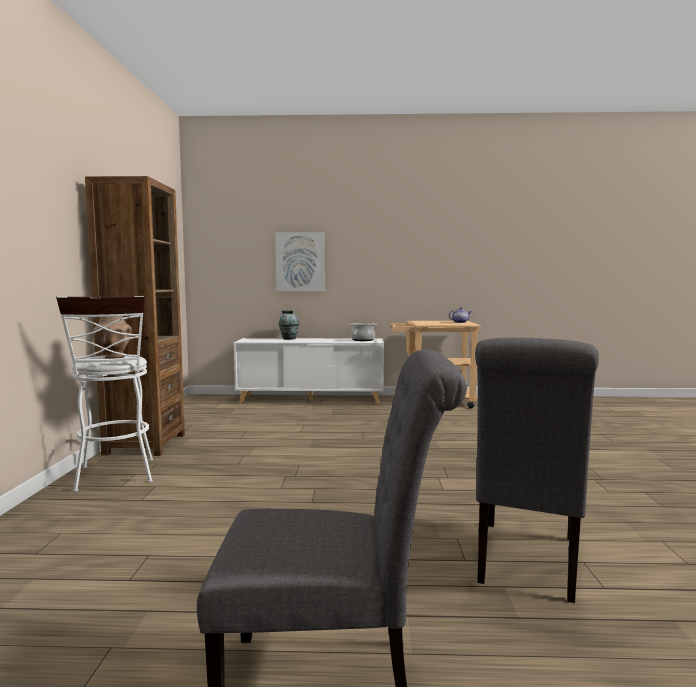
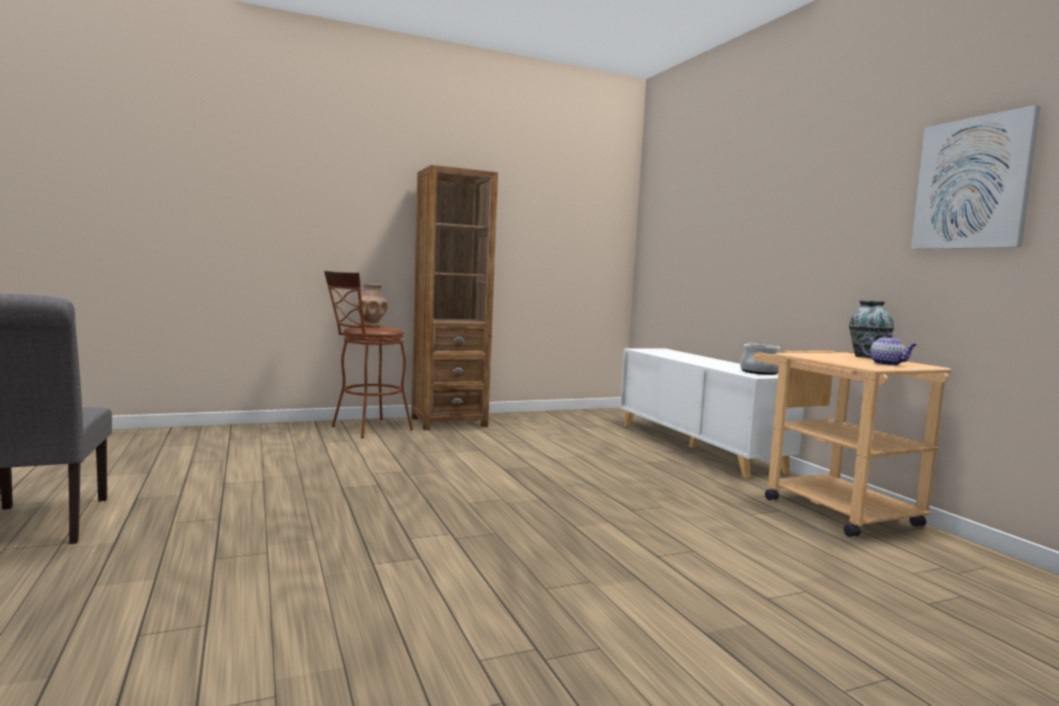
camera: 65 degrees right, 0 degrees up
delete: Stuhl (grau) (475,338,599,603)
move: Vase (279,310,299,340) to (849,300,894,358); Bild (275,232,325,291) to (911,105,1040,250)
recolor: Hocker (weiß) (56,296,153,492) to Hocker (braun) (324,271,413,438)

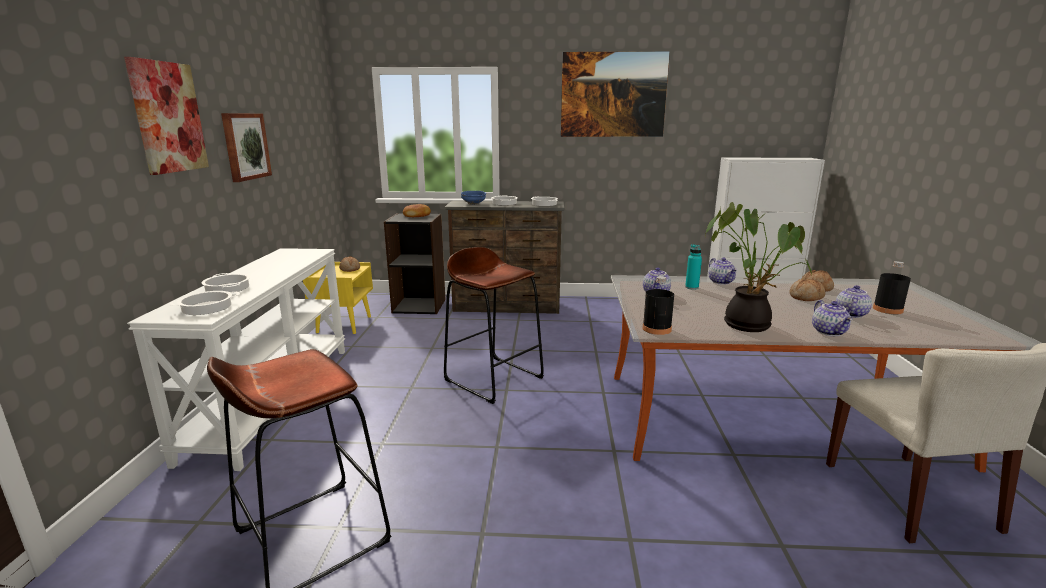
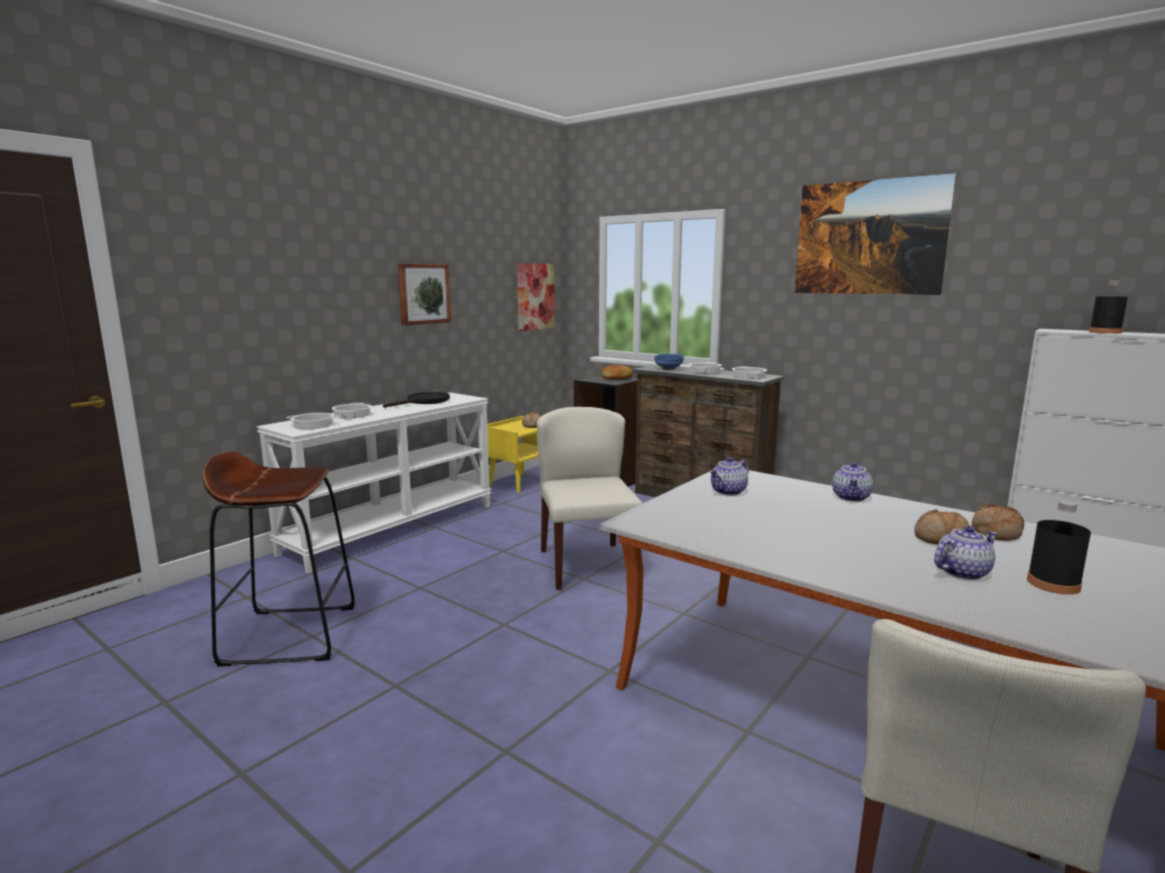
camera: 35 degrees right, 5 degrees down
delete: Flasche (türkis) (685,244,702,290); Topfpflanze (705,202,812,332); Teekanne (812,300,853,336)
insert: Pfanne (schwarz) (383,392,450,408)
move: Bild (124,57,209,175) to (517,263,555,331); Flasche (schwarz) (643,276,674,335) to (1089,281,1128,334)
replace: Hocker (braun) (444,247,544,404) to Stuhl (beige) (537,407,643,590)

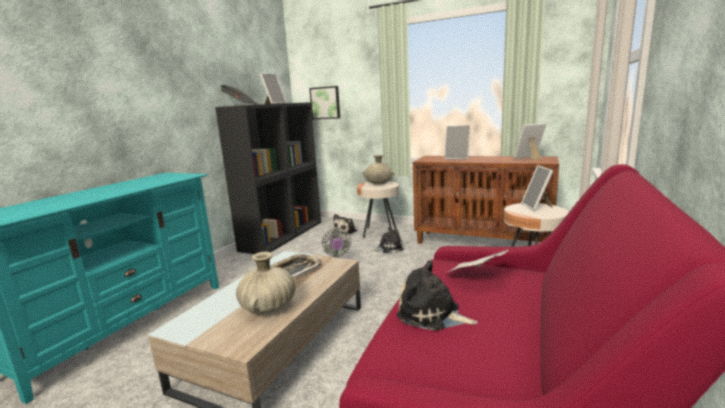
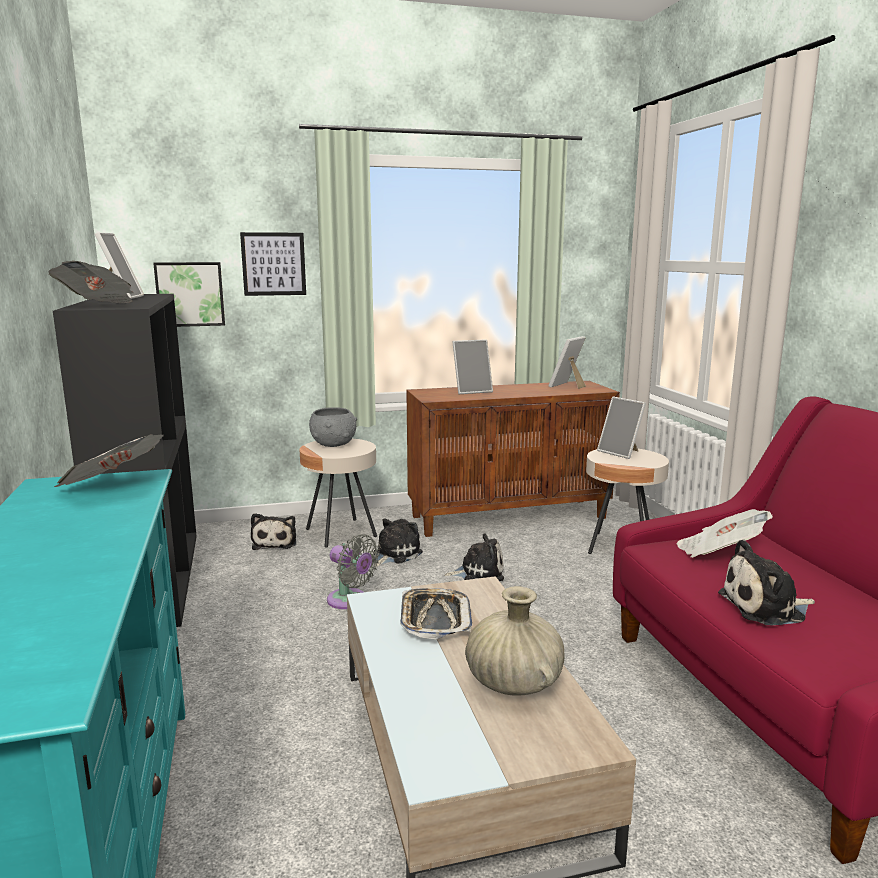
camera: 40 degrees left, 0 degrees up
insert: Zeitung (54,434,164,487); Bild (240,232,306,296); Plüschtier (444,533,504,581)
replace: Vase (beige) (362,155,395,185) to Schüssel (grau) (309,407,357,447)

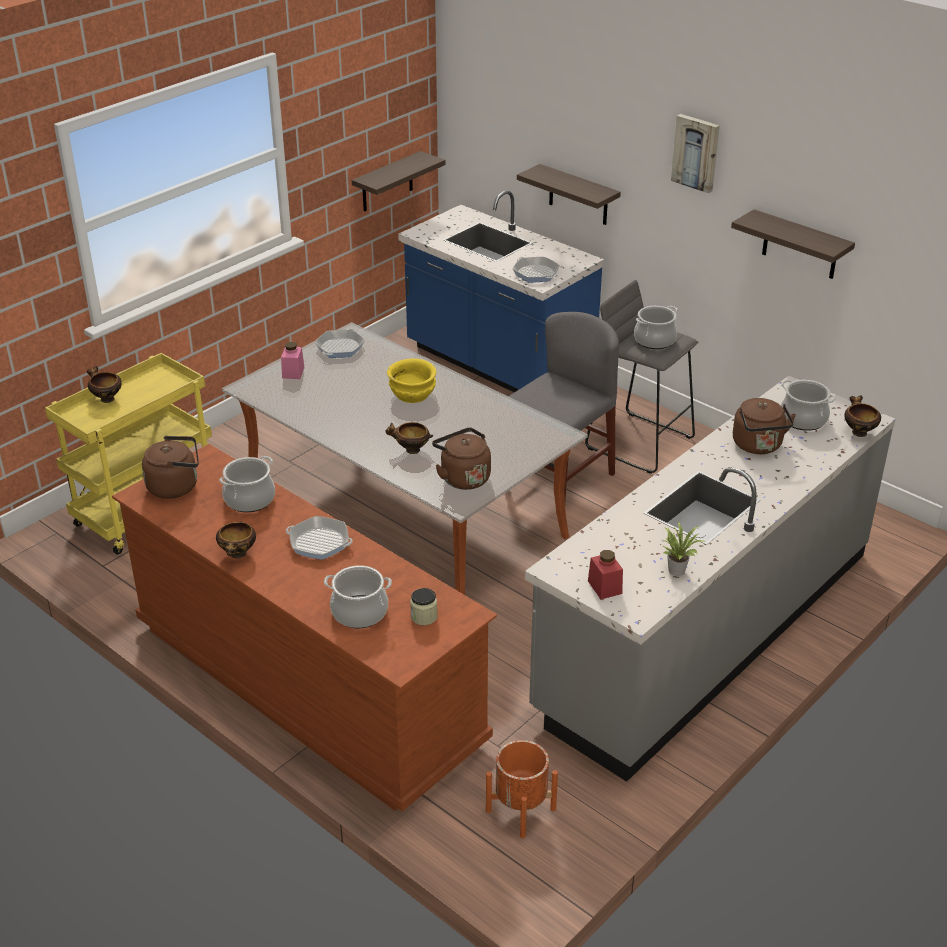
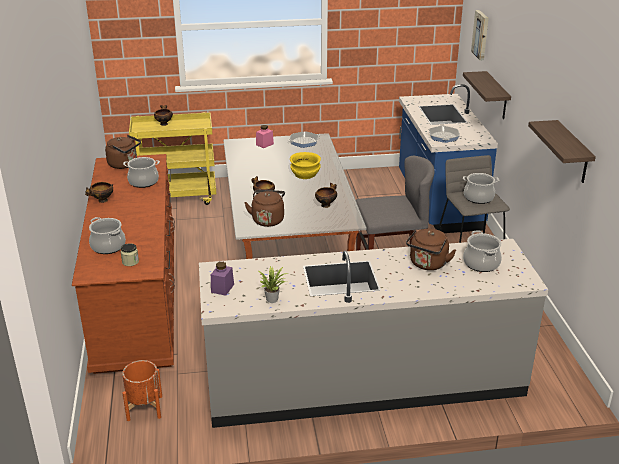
camera: 40 degrees right, 5 degrees down
delete: Pfanne (286,516,353,560); Wandregal (352,151,446,212)
move: Schüssel (844,395,881,437) to (315,183,337,208); Bild (671,114,720,193) to (471,10,489,60)
recolor: Vorratsglas (rot) (588,550,623,599) to Vorratsglas (lila) (211,262,234,296)

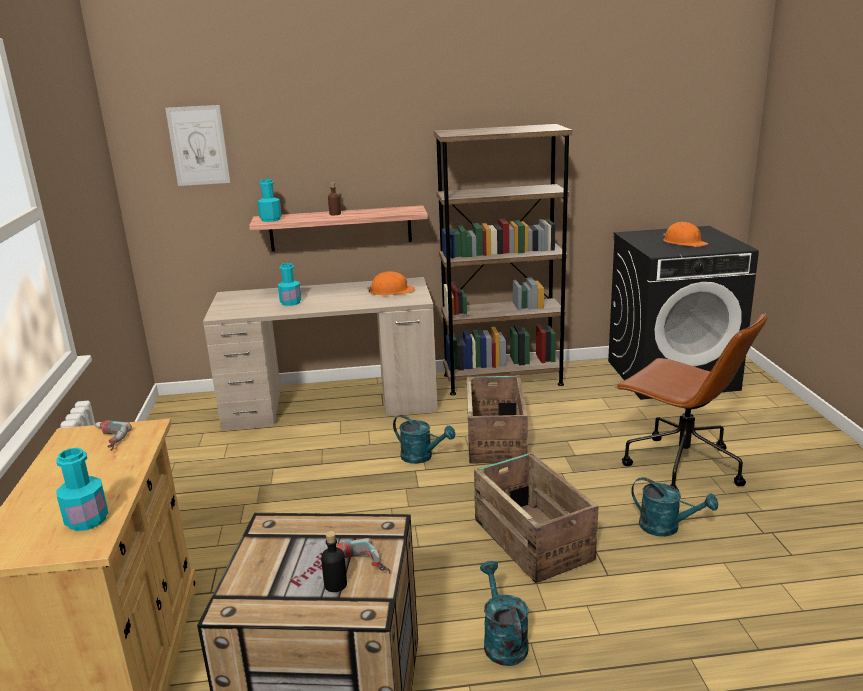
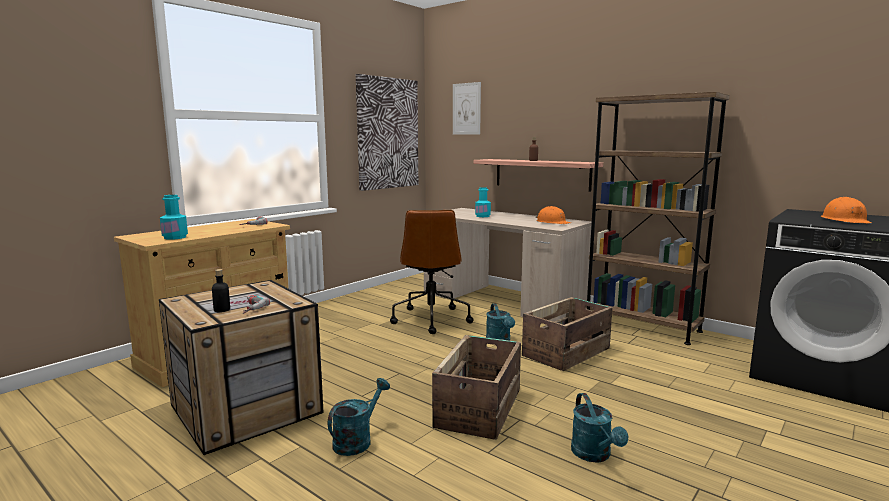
camera: 45 degrees right, 10 degrees down
delete: Flasche (türkis) (257,179,282,222)
insert: Bild (356,74,418,191)
move: Bürostuhl (braun) (615,313,767,491) to (390,210,474,334)

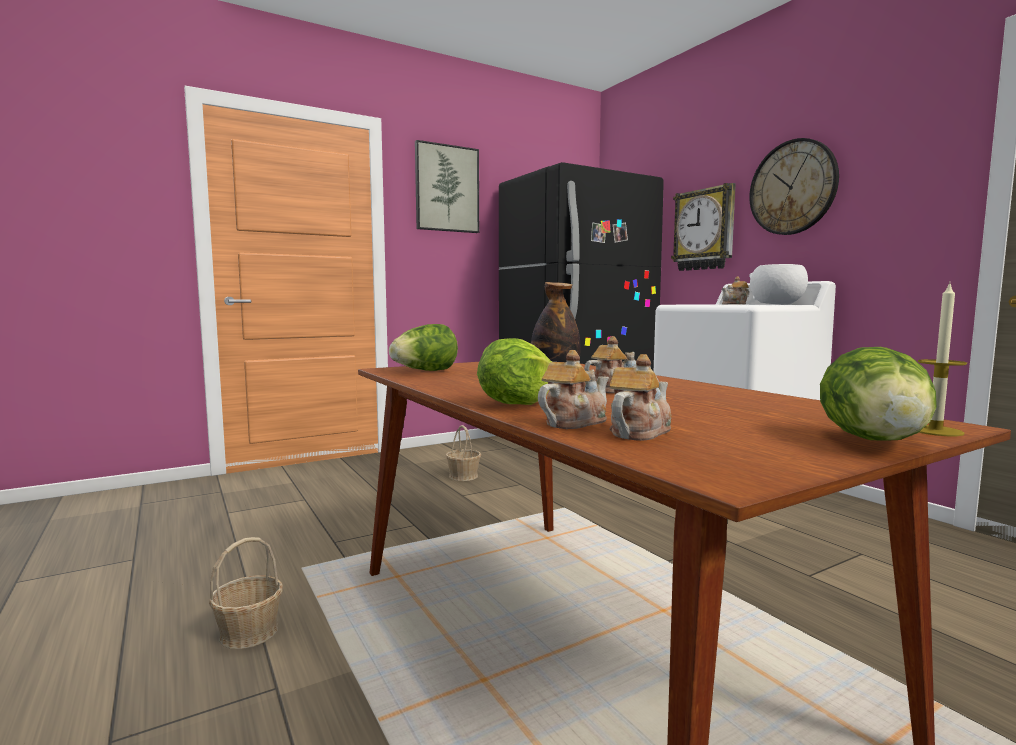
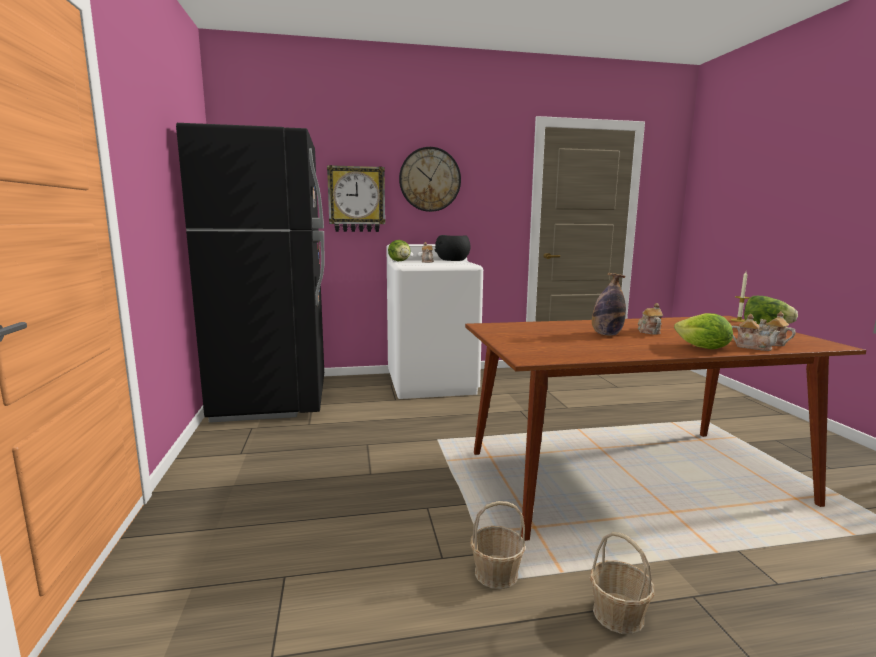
camera: 70 degrees left, 5 degrees up
delete: Bild (415,140,479,233)
move: Salatkopf (389,324,458,371) to (388,240,411,261); Korb (445,425,481,481) to (470,501,525,589)
recolor: Schüssel (weiß) (749,264,808,305) to Schüssel (schwarz) (435,235,471,261)
rotate: Teekanne (538,350,609,429) = (732,314,781,351) 150 degrees clockwise

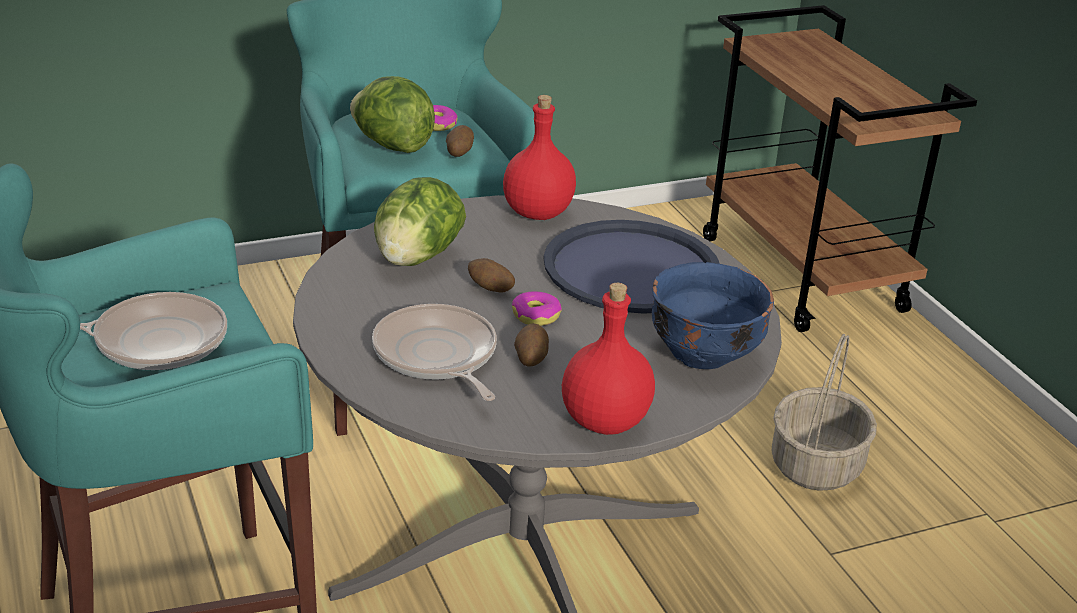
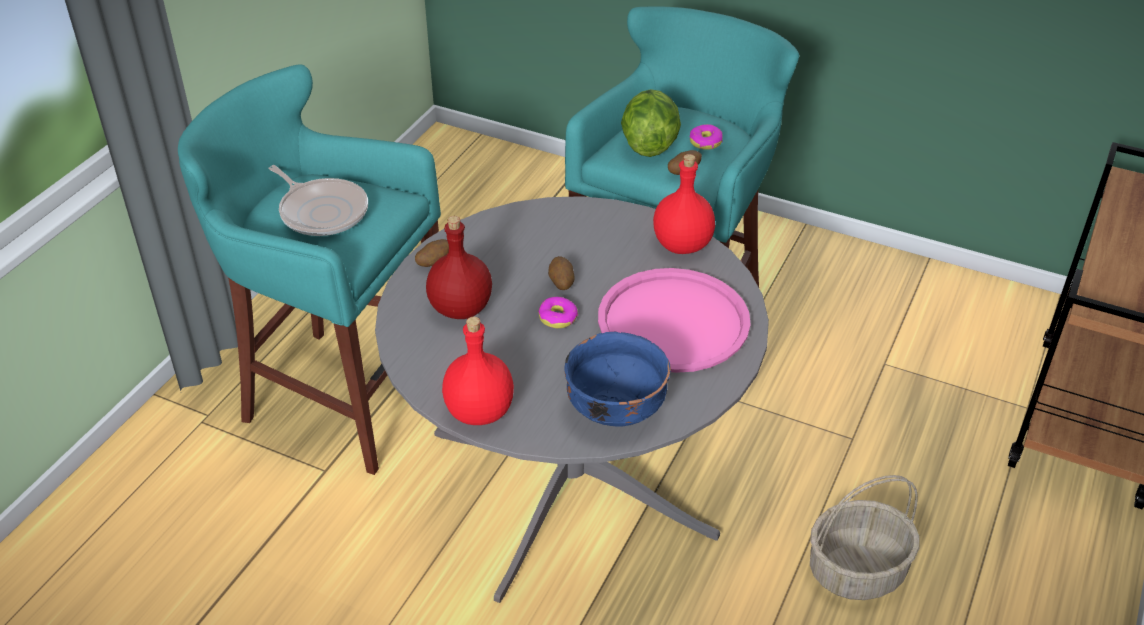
camera: 50 degrees right, 10 degrees up
delete: Salatkopf (374,177,466,266)
move: Kartoffel (514,323,549,367) to (415,239,449,267)
replace: Pfanne (372,304,497,401) to Flasche (rot) (426,216,492,319)
recolor: Tablett (blau) (543,220,720,314) to Tablett (rosa) (598,268,751,373)

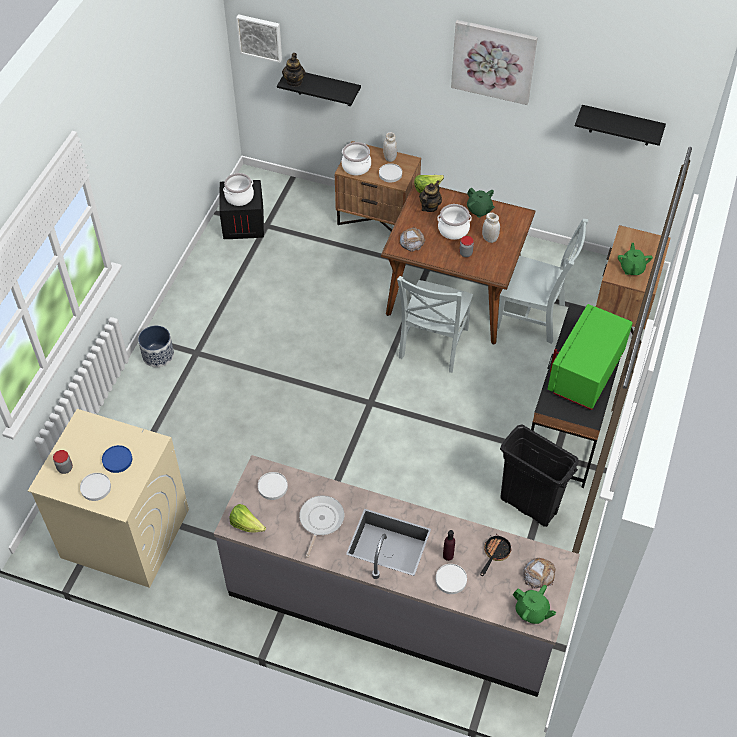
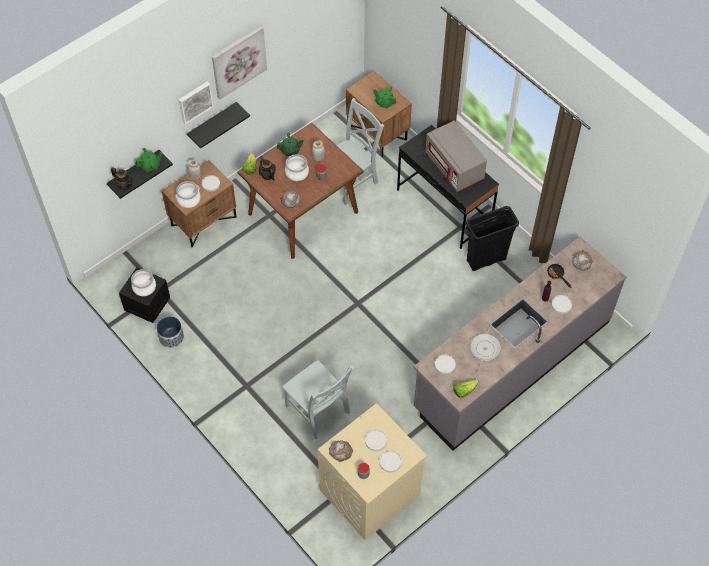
camera: 60 degrees left, 5 degrees up
insert: Brot (329,440,353,462)
move: Teekanne (grün) (512,585,556,624) to (136,148,162,172); Pflanzkübel (138,325,174,367) to (156,316,184,348); Bild (236,14,282,63) to (179,81,214,125); Wandregal (schwarz) (575,105,666,146) to (187,102,250,148); Stuhl (grau) (397,276,473,373) to (282,360,354,439)
recolor: Teller (blau) (102,445,132,473) to Teller (weiß) (365,430,387,451); Mikrowelle (grün) (548,304,633,410) to Mikrowelle (grau) (425,120,487,192)
rotate: Pfanne (299,496,344,558) = (470,334,501,376) 60 degrees clockwise

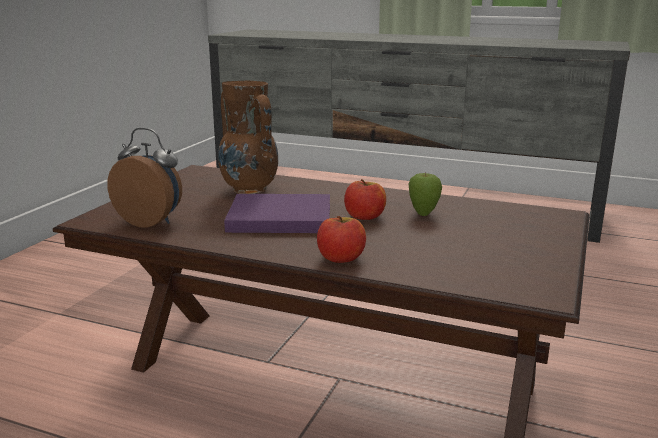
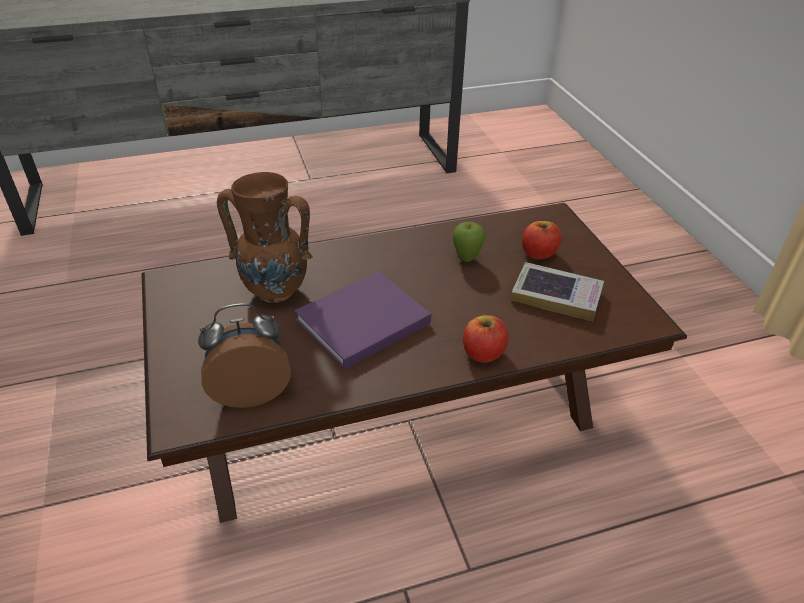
camera: 40 degrees left, 20 degrees up
insert: Buch (511,262,604,321)
move: Apfel (344,179,386,220) to (522,221,561,260)

